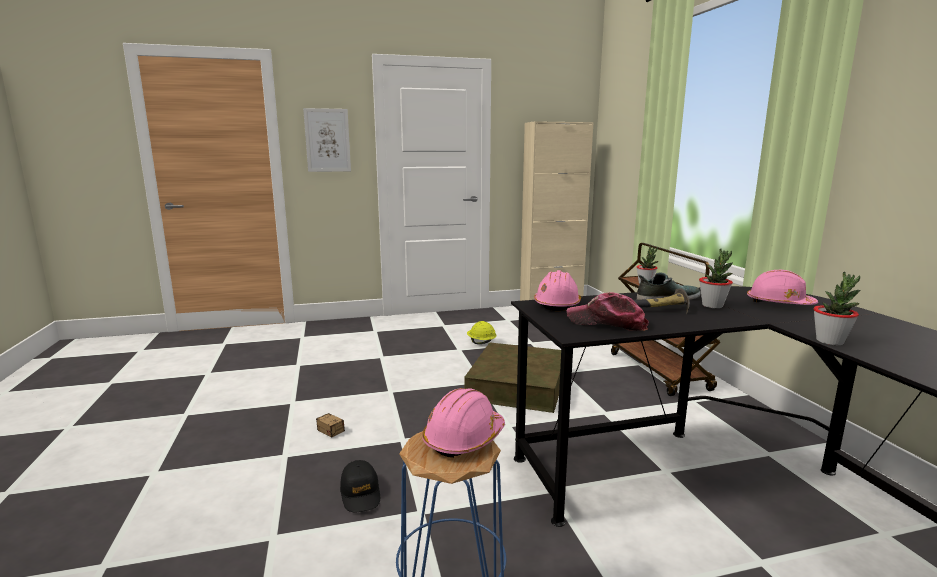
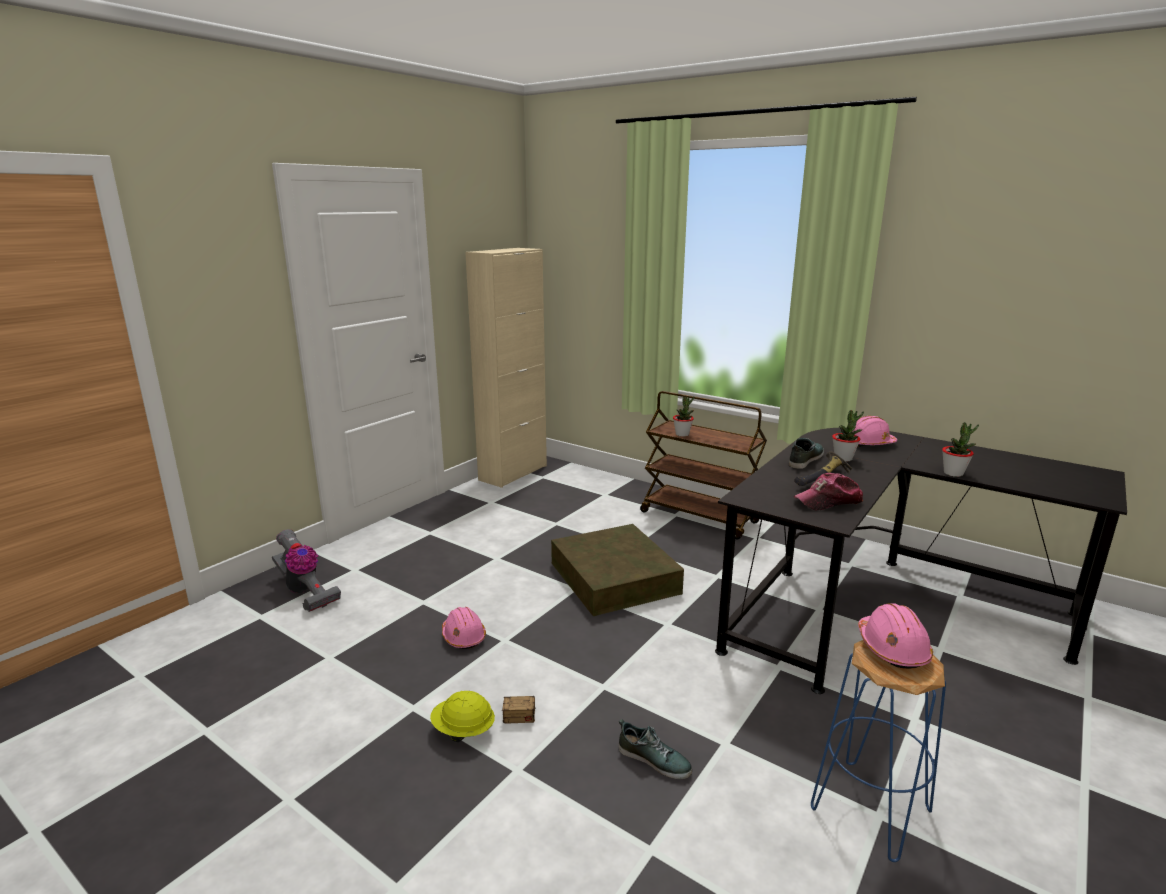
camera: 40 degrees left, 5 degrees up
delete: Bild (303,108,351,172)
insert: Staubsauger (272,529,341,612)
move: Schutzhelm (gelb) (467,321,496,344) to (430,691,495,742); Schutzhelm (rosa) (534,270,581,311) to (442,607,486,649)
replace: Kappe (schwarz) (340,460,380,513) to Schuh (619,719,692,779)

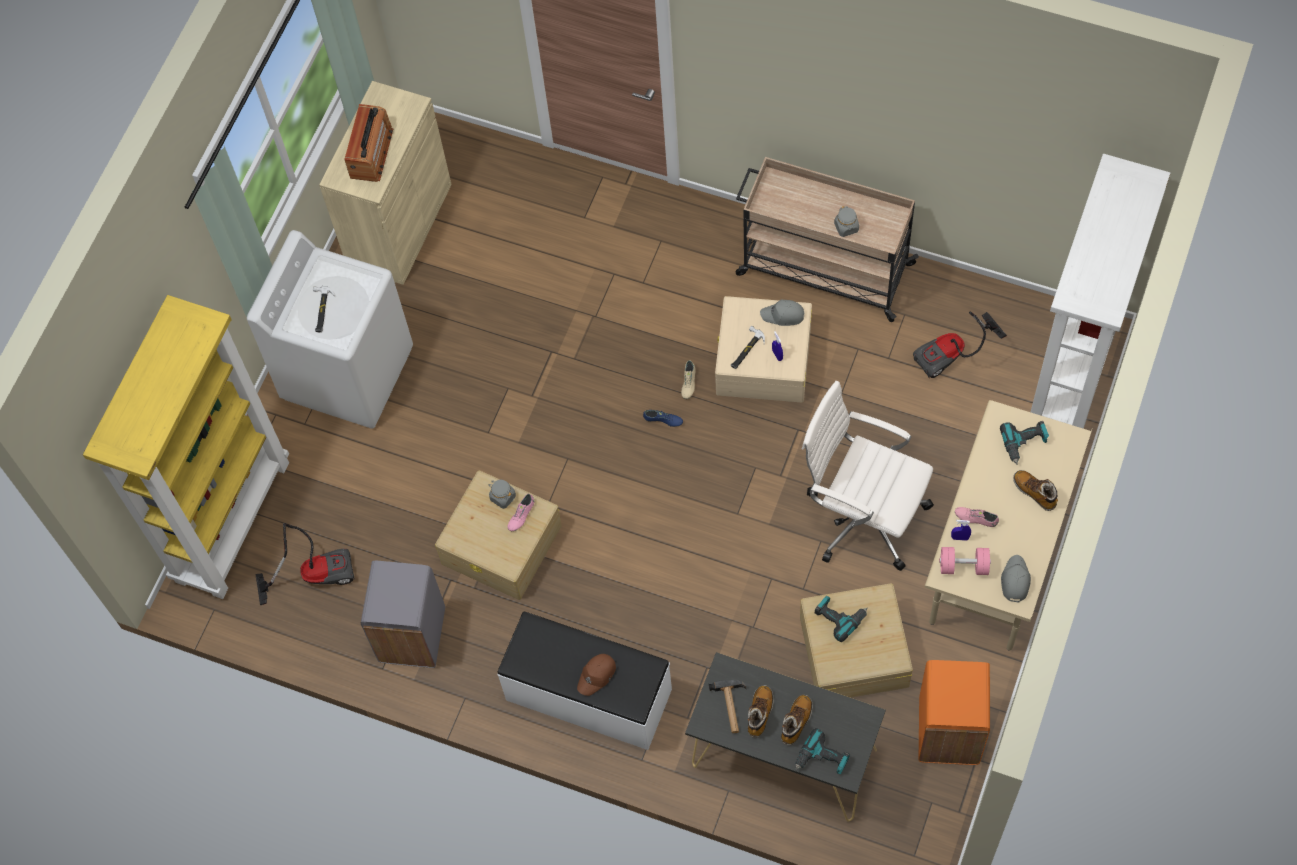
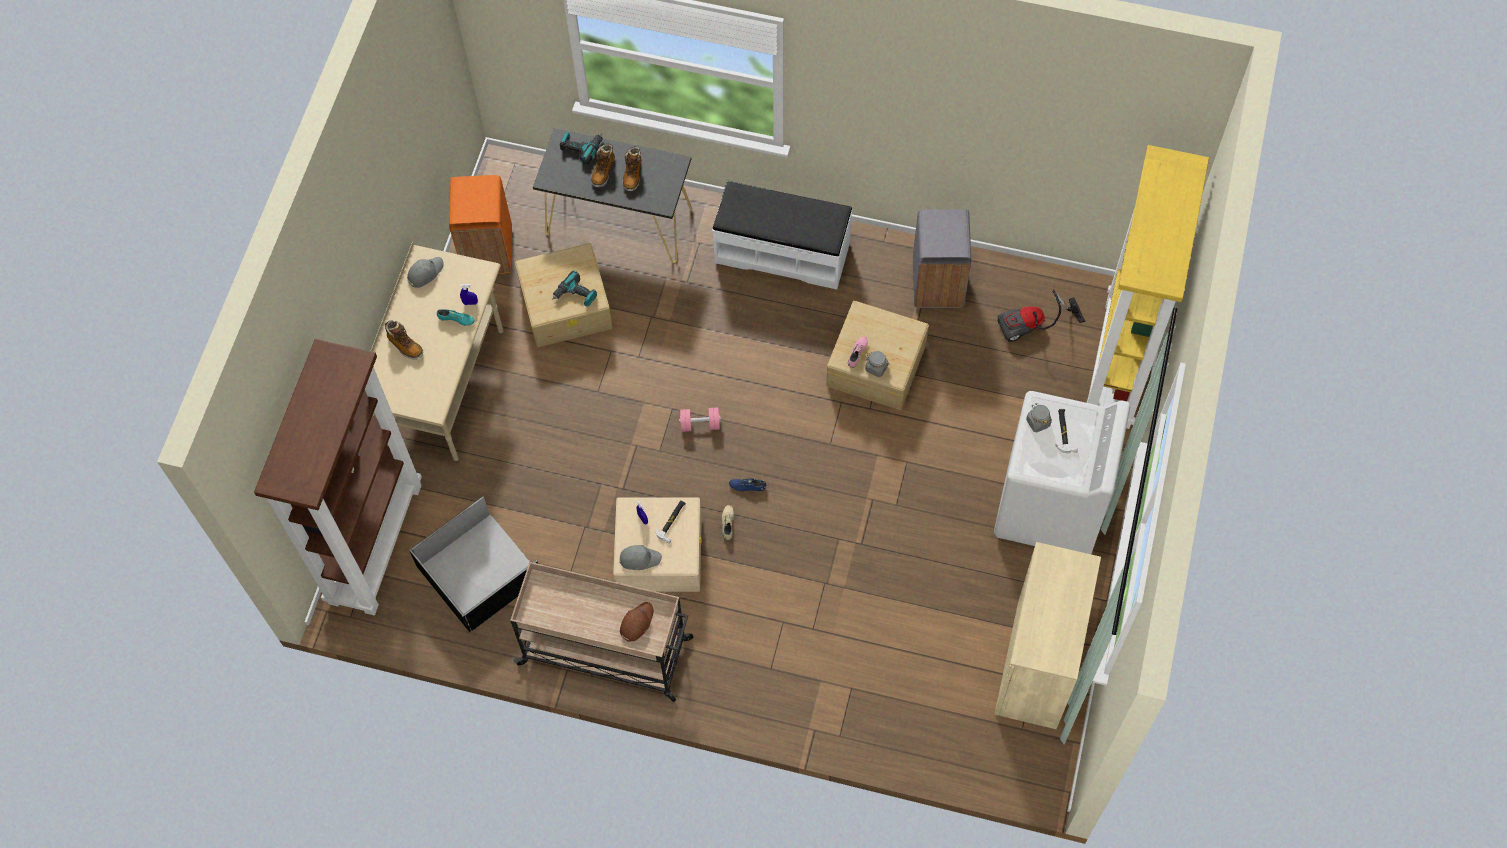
camera: 170 degrees right, 0 degrees up
delete: Radio (344,104,393,182); Hammer (709,680,746,733); Bürostuhl (weiß) (802,381,934,571); Bohrmaschine (1000,421,1049,465)
move: Kappe (braun) (577,654,616,696) to (620,602,654,641); Hantel (rosa) (939,547,991,575) to (679,407,721,432); Vorratsglas (grau) (834,206,859,237) to (1026,403,1052,433)
replace: Staubsauger (913,311,1007,379) to Aufbewahrungsbox (schwarz) (409,496,538,632)
recolor: Bücherregal (weiß) (1031,154,1171,429) to Bücherregal (braun) (254,339,422,615); Schuh (rosa) (955,507,999,527) to Schuh (türkis) (437,309,474,326)
rotate: Kappe (grau) (1001,555,1031,603) = (407,257,444,288) 135 degrees counterclockwise

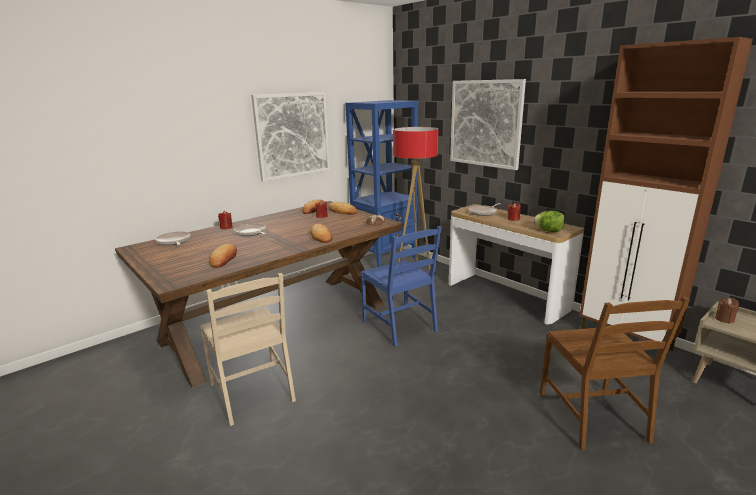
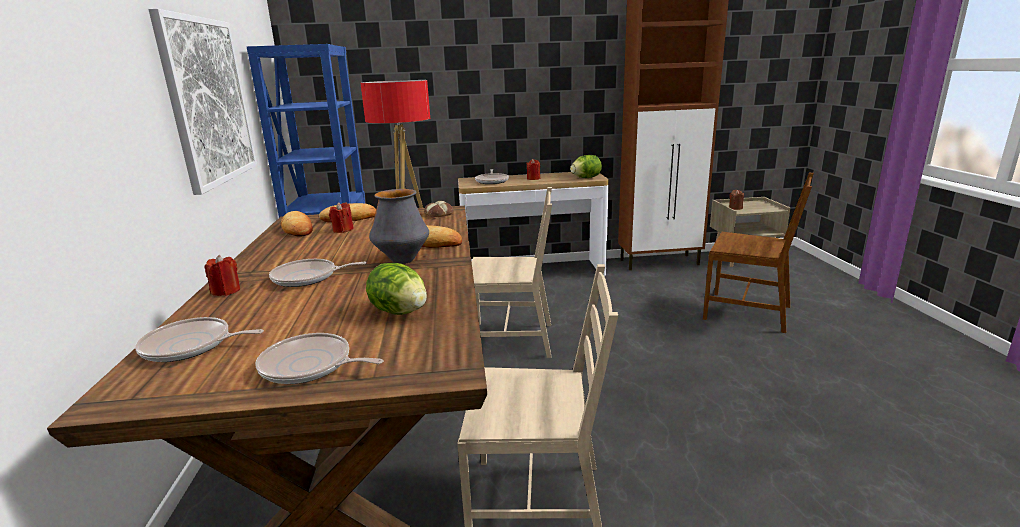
camera: 55 degrees left, 0 degrees up
delete: Bild (450,79,526,170)
insert: Pfanne (255,333,384,384); Vase (369,189,429,264)
replace: Brot (209,244,237,268) to Salatkopf (366,263,427,315)
recolor: Stuhl (blau) (361,226,442,347) to Stuhl (beige) (472,187,552,358)

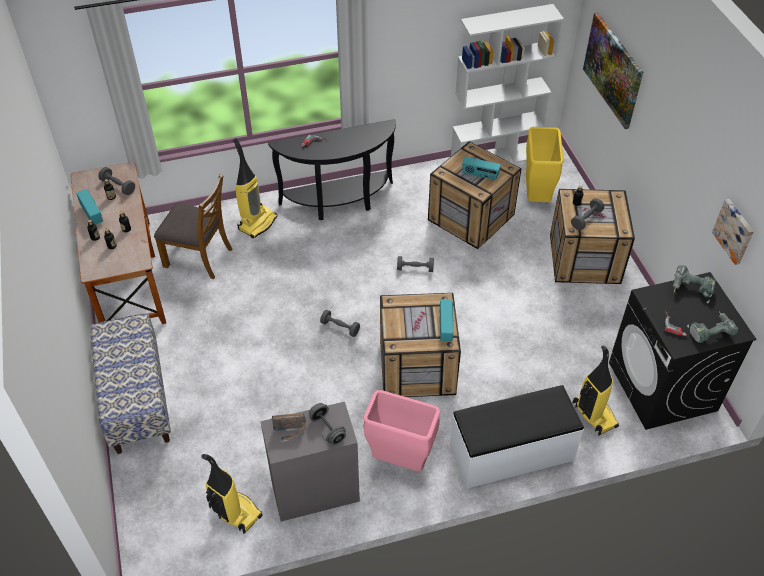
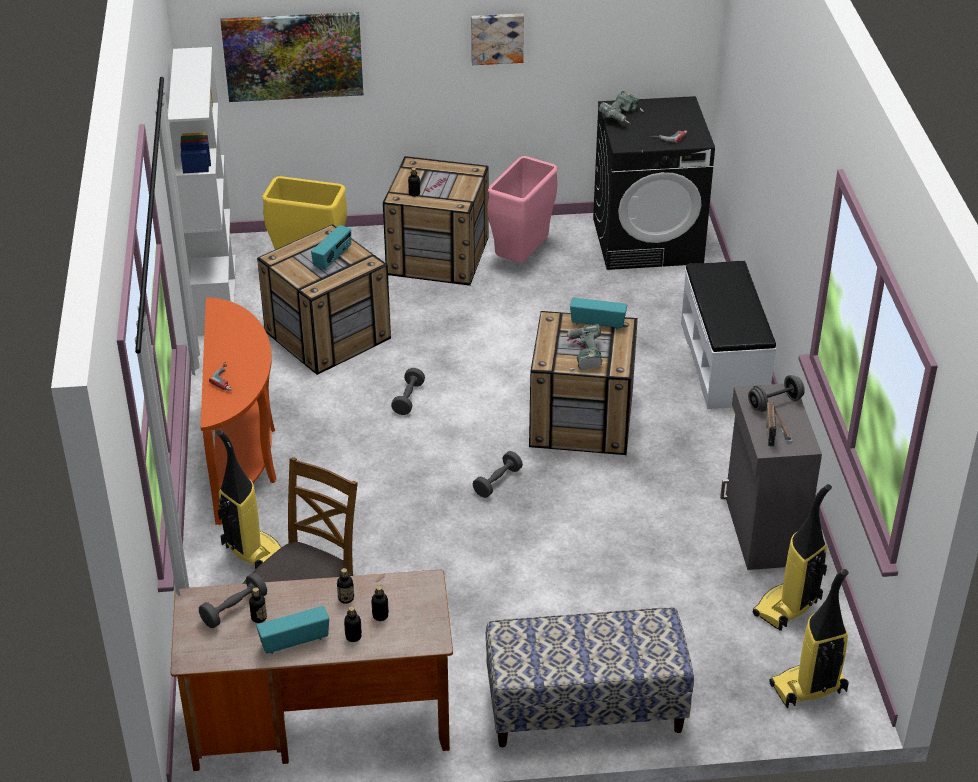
camera: 80 degrees left, 10 degrees down
delete: Hantel (grau) (571,198,604,230)
move: Bild (712,199,754,265) to (471,14,524,65); Mülleimer (rosa) (363,390,440,471) to (488,156,558,263); Bohrmaschine (687,312,738,343) to (560,324,602,370); Staubsauger (572,346,619,435) to (769,569,849,708)
recolor: Konsolentisch (schwarz) (268,119,396,220) to Konsolentisch (orange) (201,297,276,525)

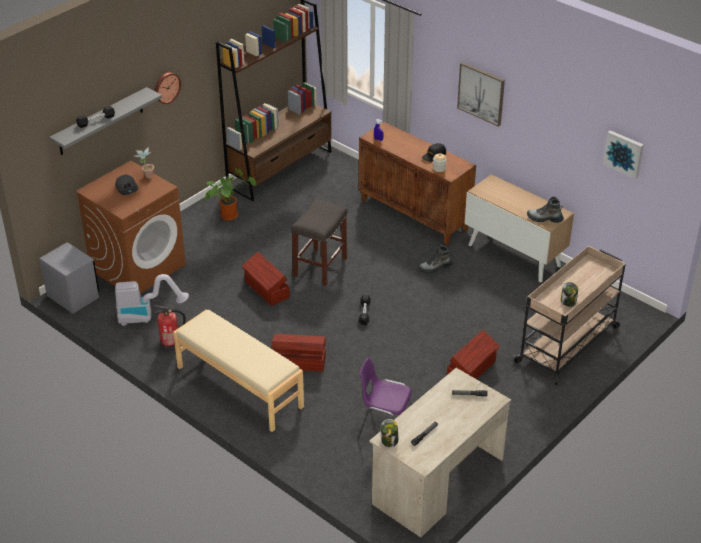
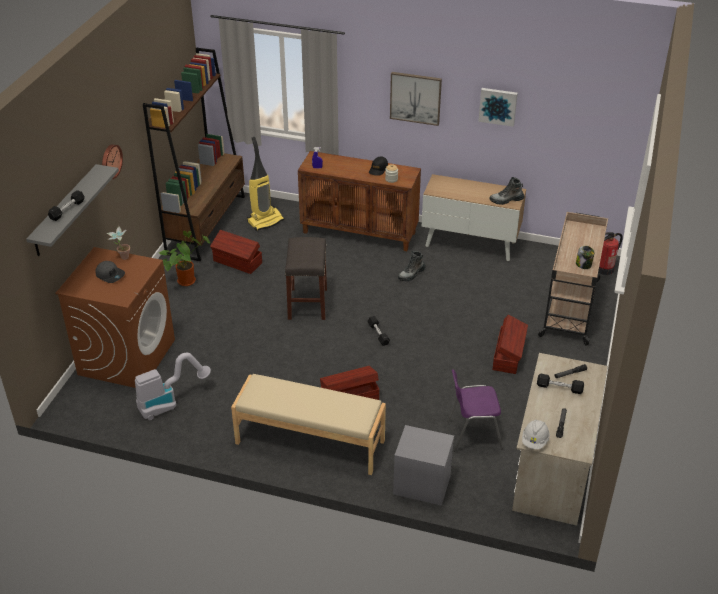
camera: 25 degrees left, 0 degrees up
insert: Staubsauger (247,137,284,231); Hantel (schwarz) (537,374,584,394)
move: Aufbewahrungsbox (braun) (242,252,290,306) to (210,230,262,274); Nachttisch (grau) (39,242,99,314) to (393,425,454,506); Bild (603,130,644,179) to (478,88,518,127); Feuerlöscher (153,305,186,352) to (598,232,623,275)
replace: Vorratsglas (381,419,398,447) to Schutzhelm (weiß) (522,419,550,449)

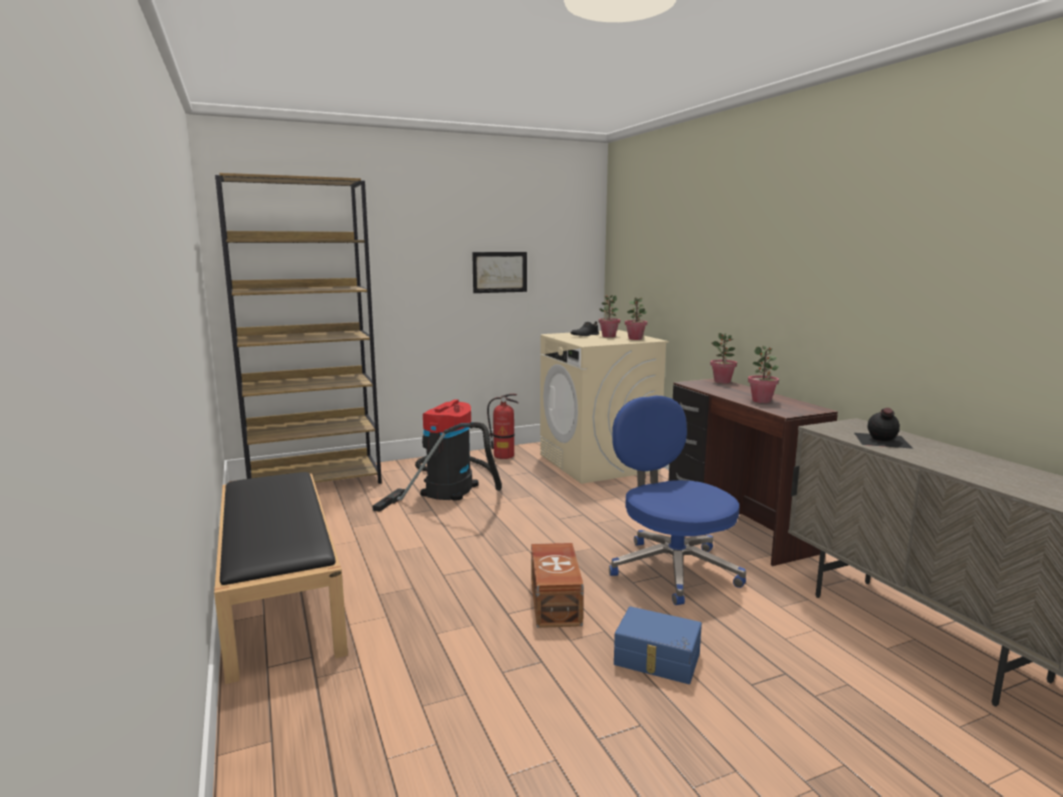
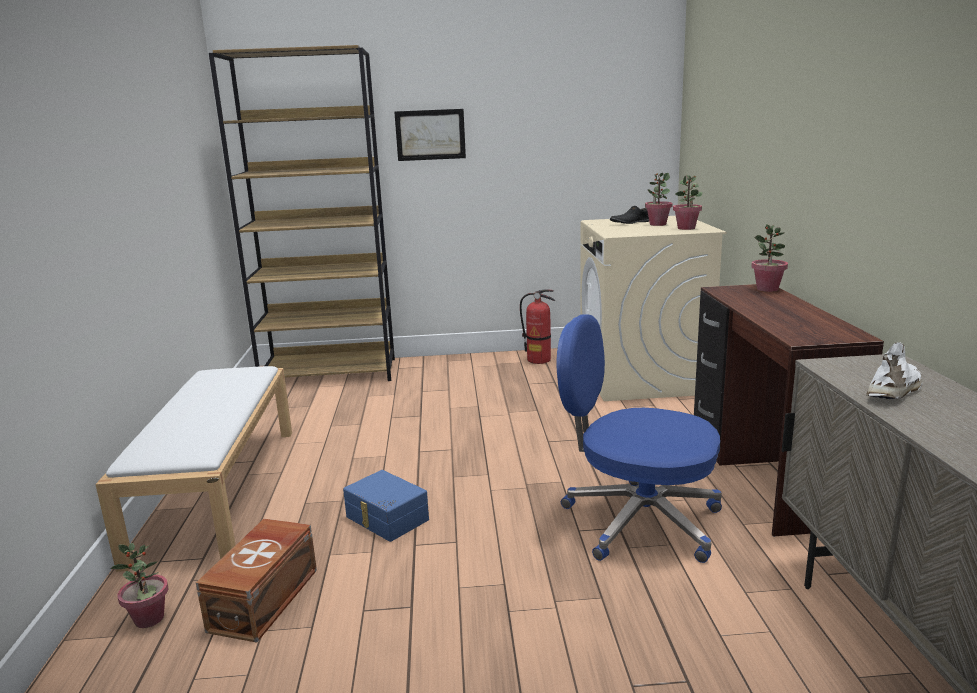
camera: 20 degrees right, 5 degrees up
delete: Staubsauger (373,399,502,512)
move: Topfpflanze (748,346,779,403) to (110,543,168,628); Aufbewahrungsbox (braun) (531,543,584,628) to (196,519,317,643); Aufbewahrungsbox (blau) (614,606,702,684) to (343,470,429,542); Bild (472,252,527,293) to (394,109,466,161)
replace: Flasche (schwarz) (854,408,913,449) to Schuh (weiß) (866,342,922,399)
recolor: Bank (schwarz) (214,472,348,684) to Bank (weiß) (95,366,292,572)
rotate: Bürostuhl (blau) (609,396,746,605) = (557,314,722,563) 60 degrees counterclockwise

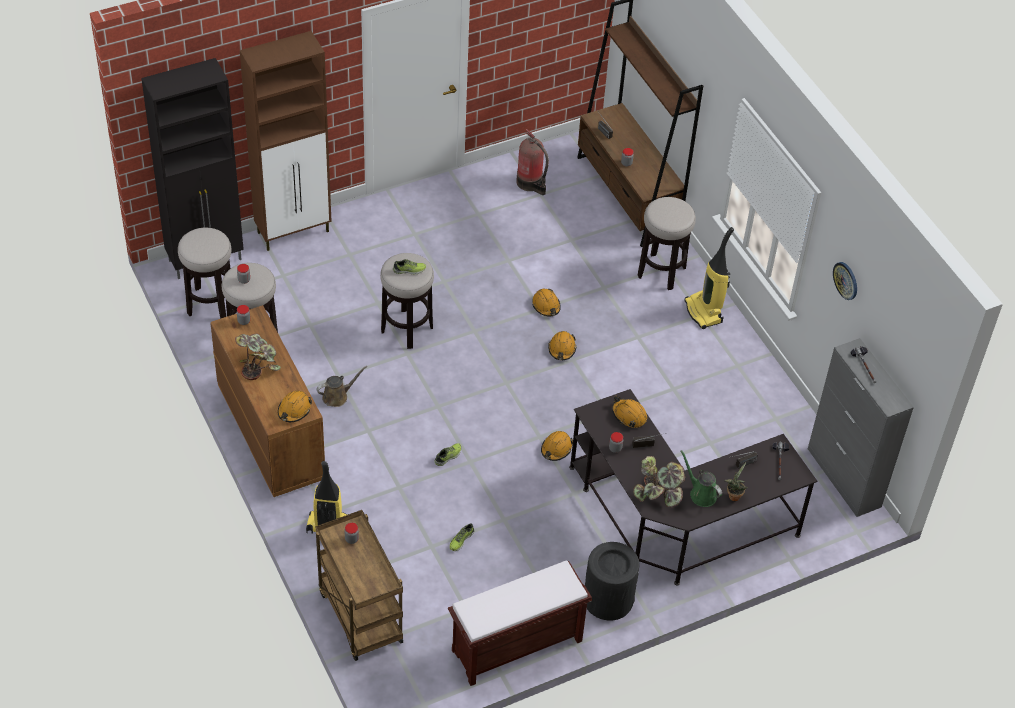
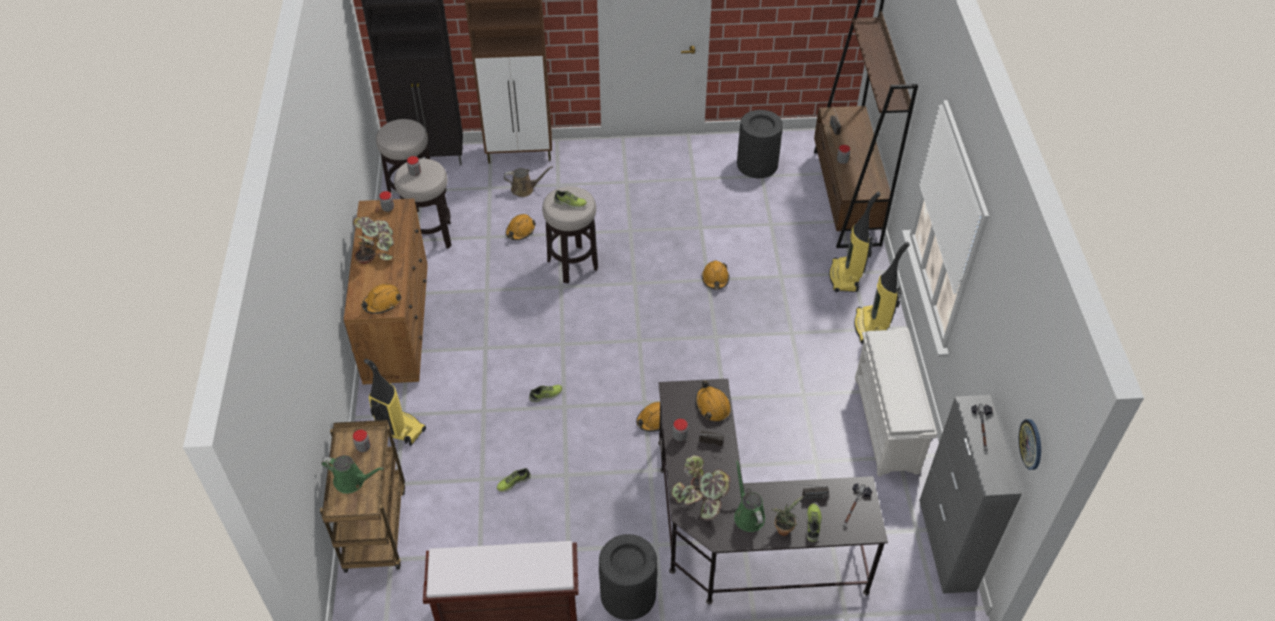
camera: 25 degrees right, 0 degrees up
insert: Gießkanne (grün) (321,455,384,494); Schuh (806,503,822,542); Schuhregal (weiß) (855,328,937,477)
move: Gießkanne (braun) (316,366,367,407) to (504,166,553,197); Schutzhelm (orange) (548,331,577,360) to (506,214,536,240); Wanduhr (833,262,857,300) to (1019,419,1041,470)
replace: Feuerlöscher (516,129,549,195) to Mülleimer (schwarz) (737,110,783,178); Hocker (638,197,696,290) to Staubsauger (829,192,880,292)

